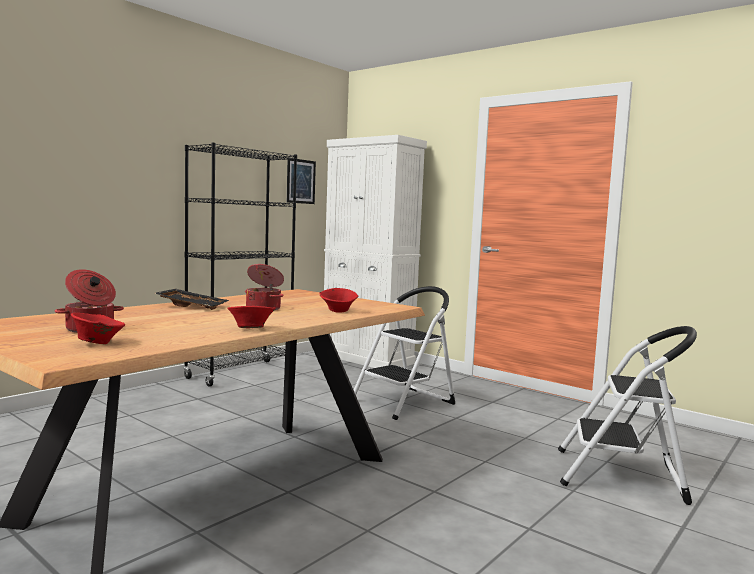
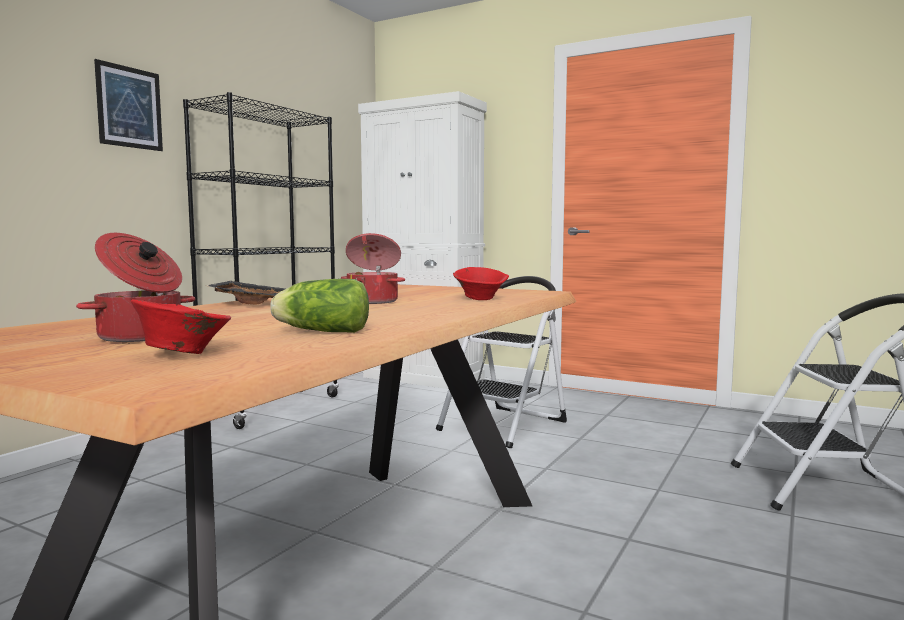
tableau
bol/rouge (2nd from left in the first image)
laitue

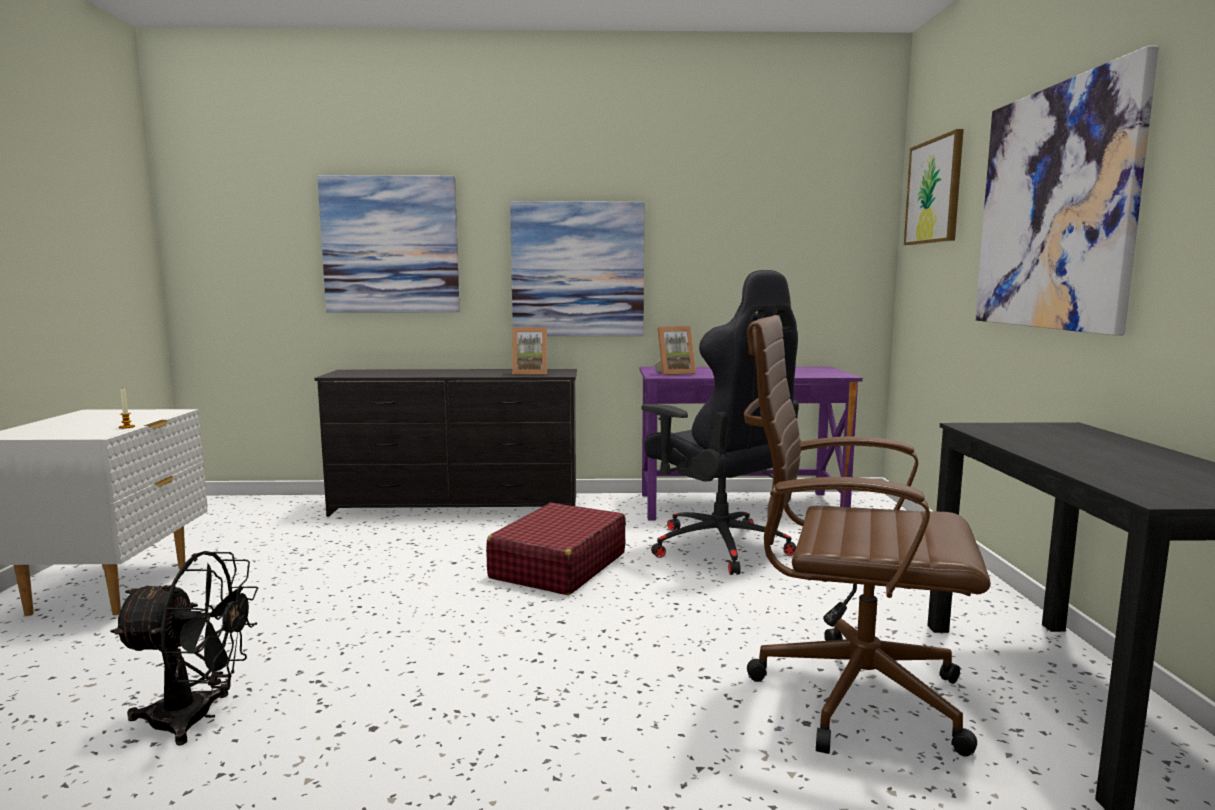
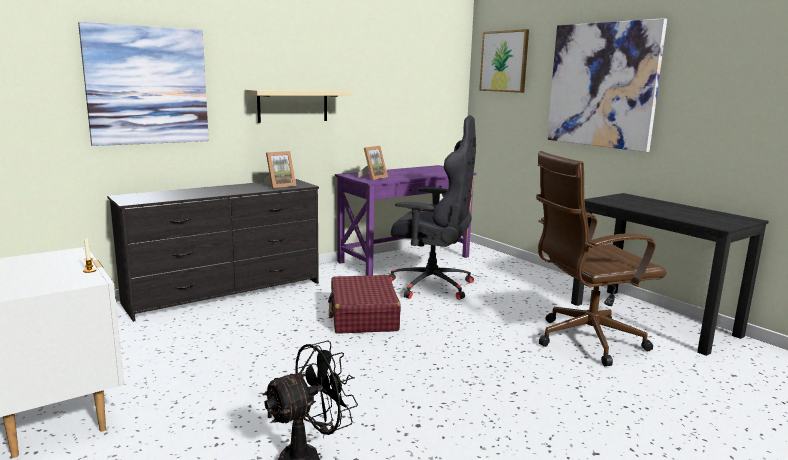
étagère/beige

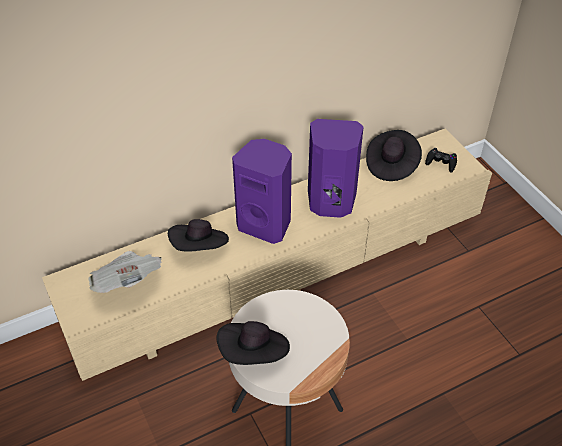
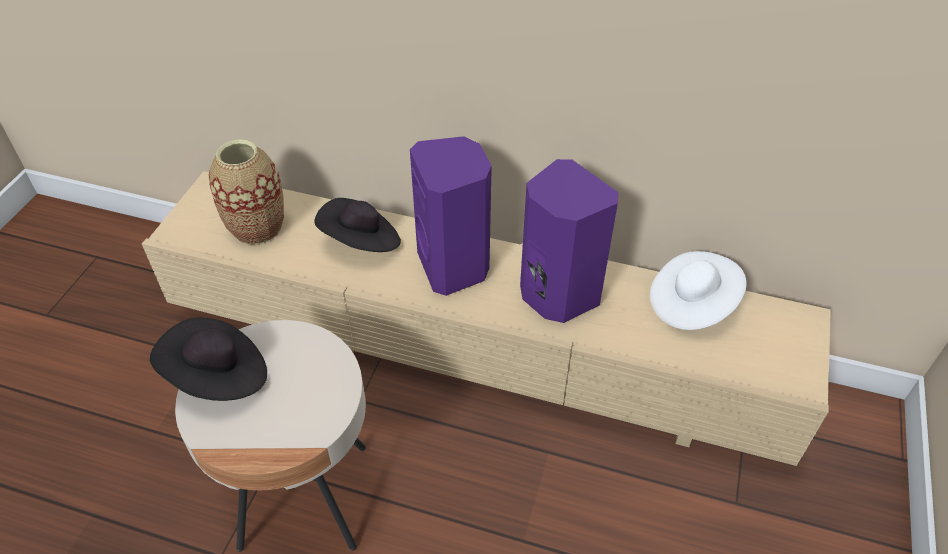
chapeau/blanc
manette/noir
vase

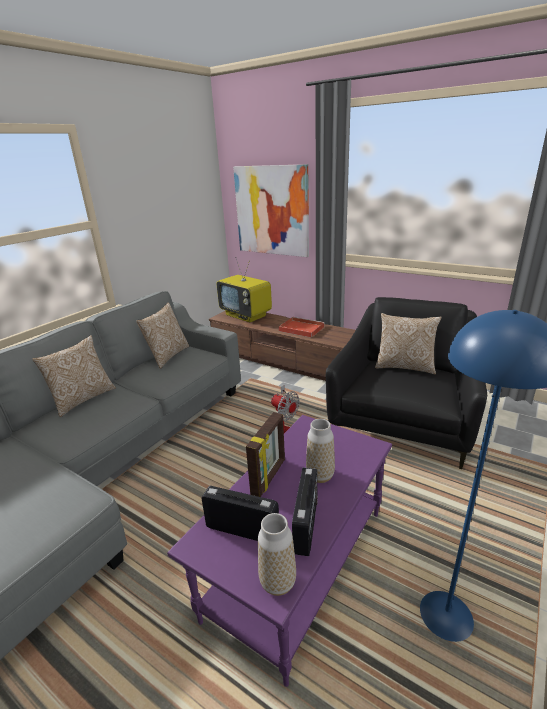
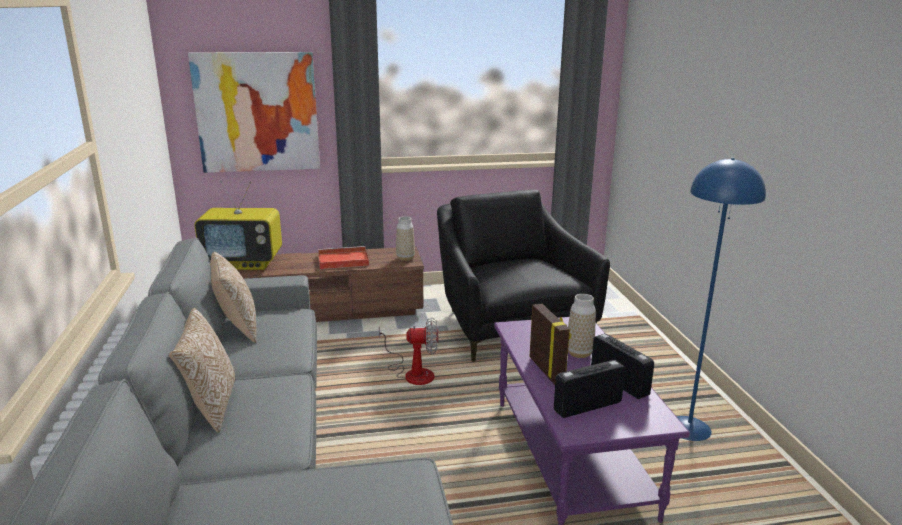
coussin (3rd from left in the first image)
vase (1st from left)

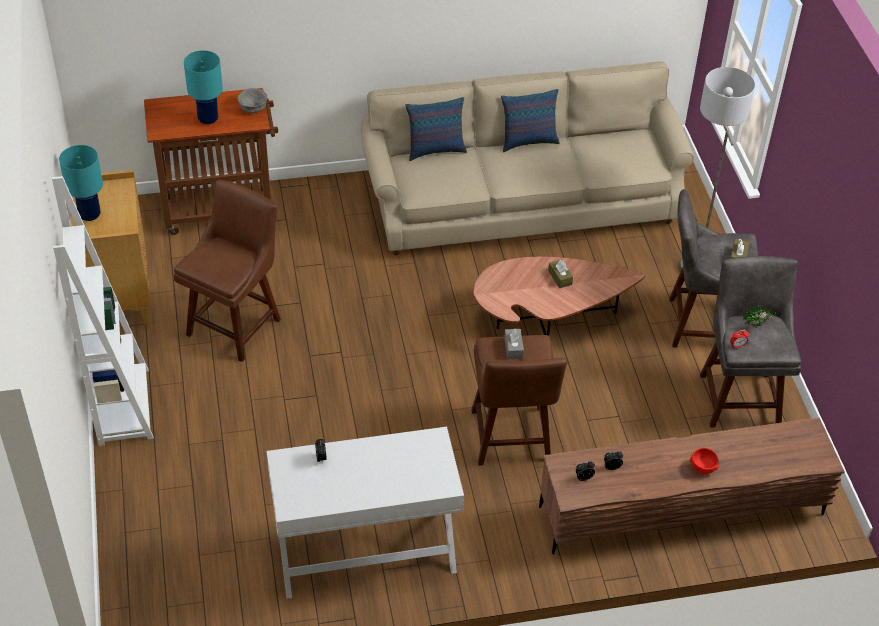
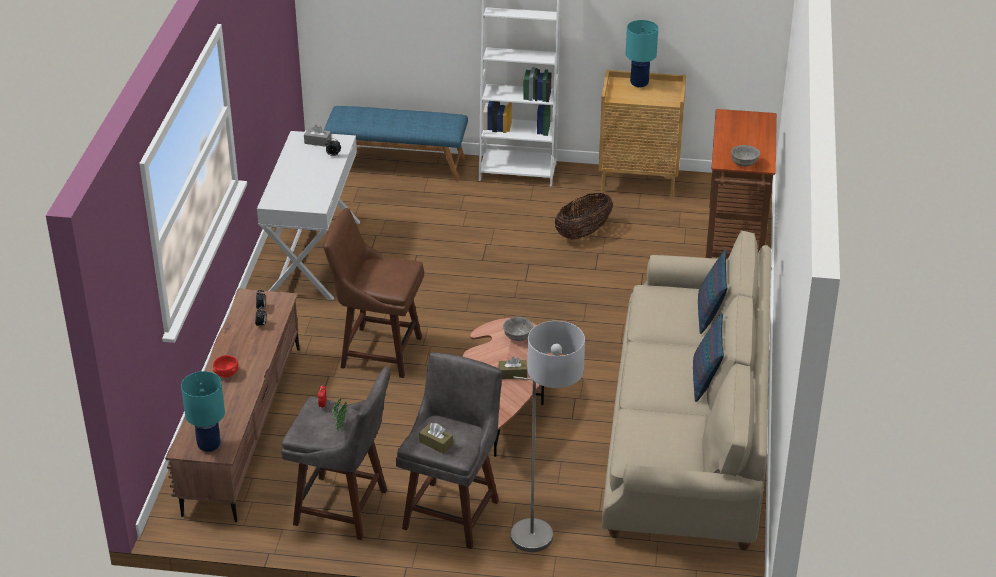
lampe de table/turquoise (1st from left)
panier
boîte à mouchoirs/gris
banc/bleu
bol/gris (1st from left)

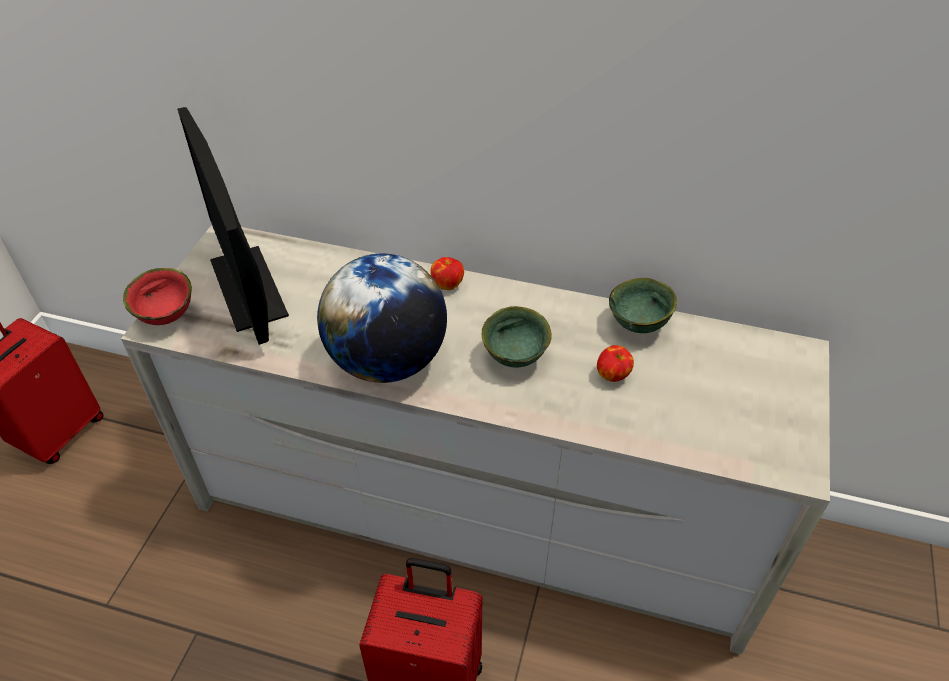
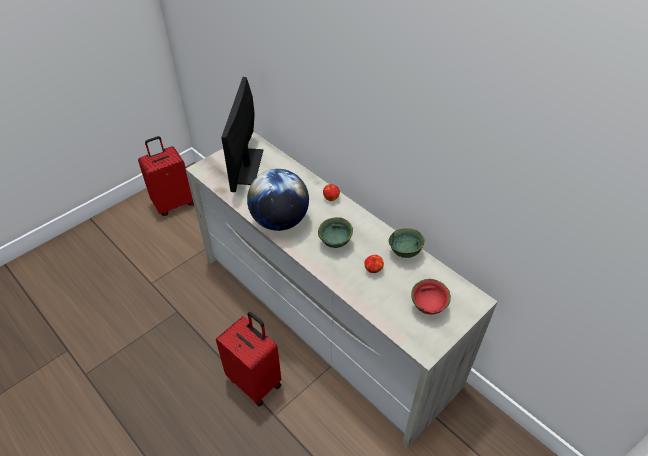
bol/rouge

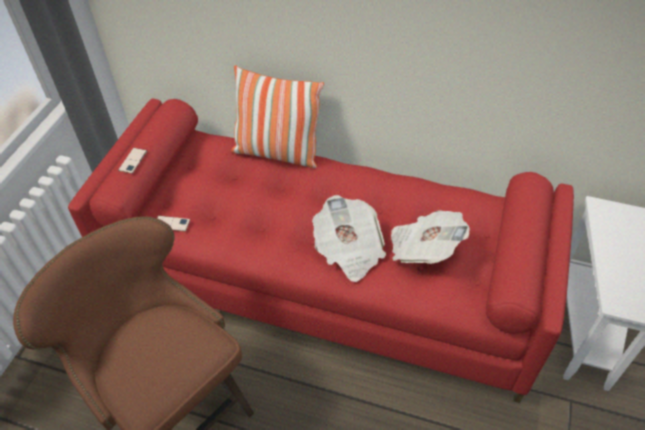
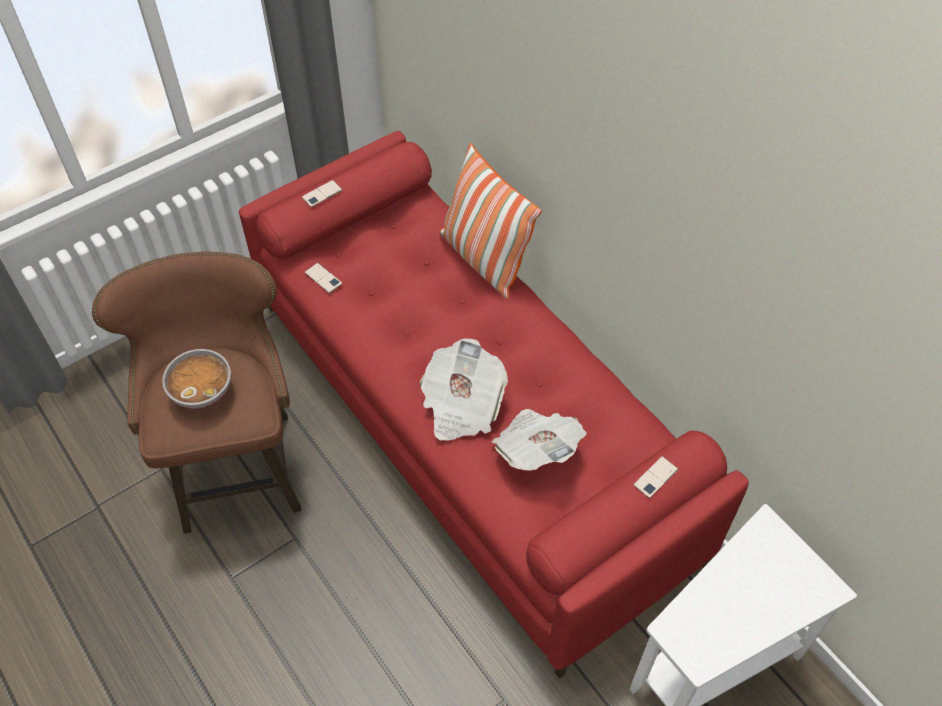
bol
téléphone (3rd from left)

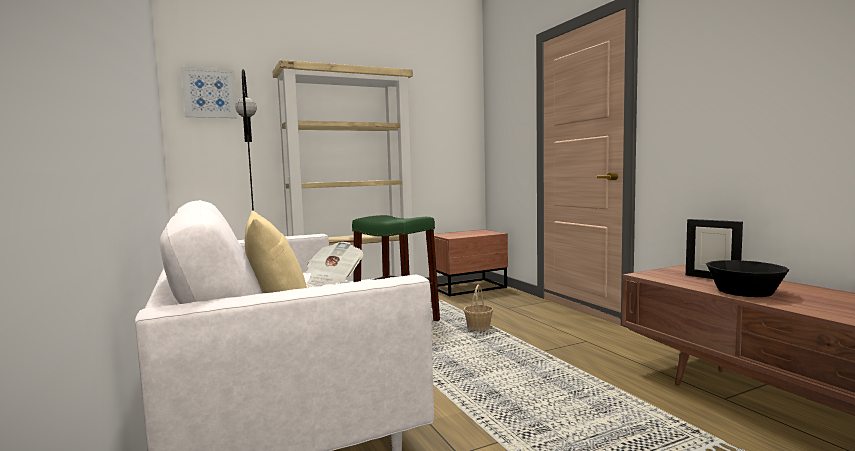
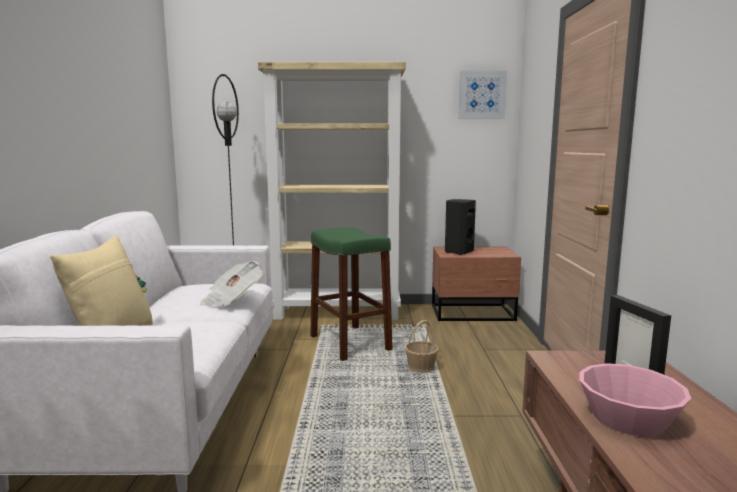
tableau
bol/rose
enceinte/noir

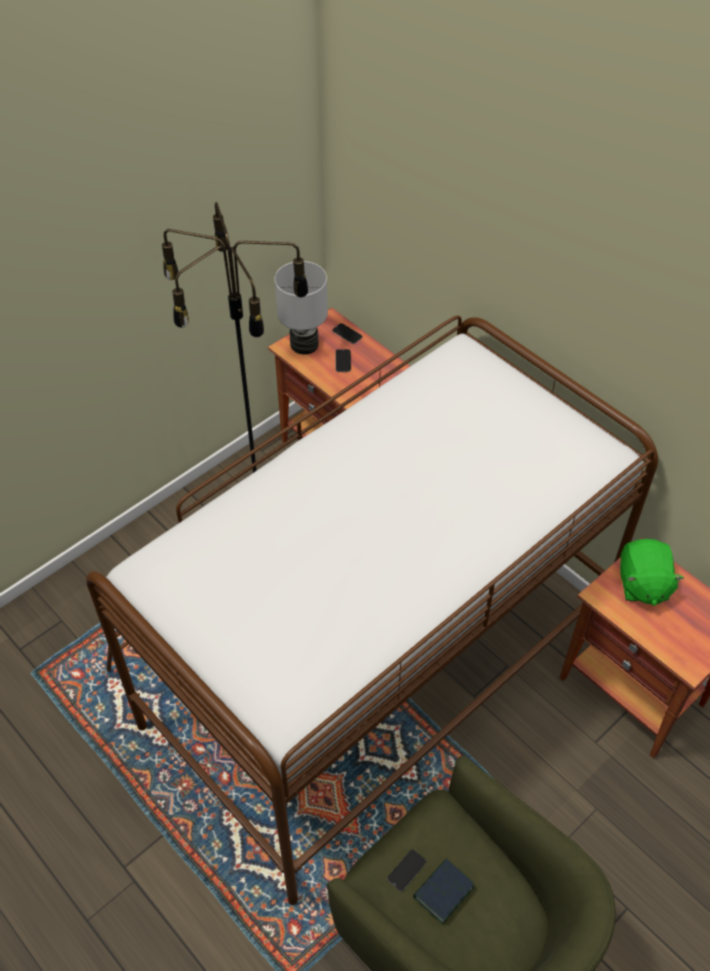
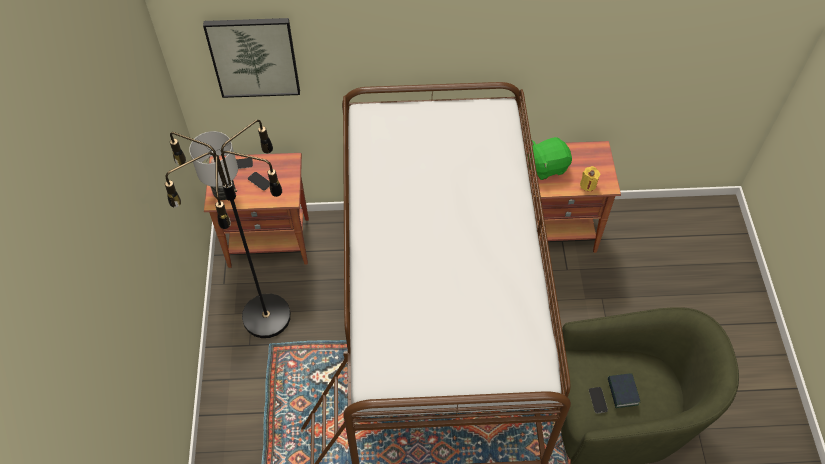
peluche/vert
tableau
bougie/jaune

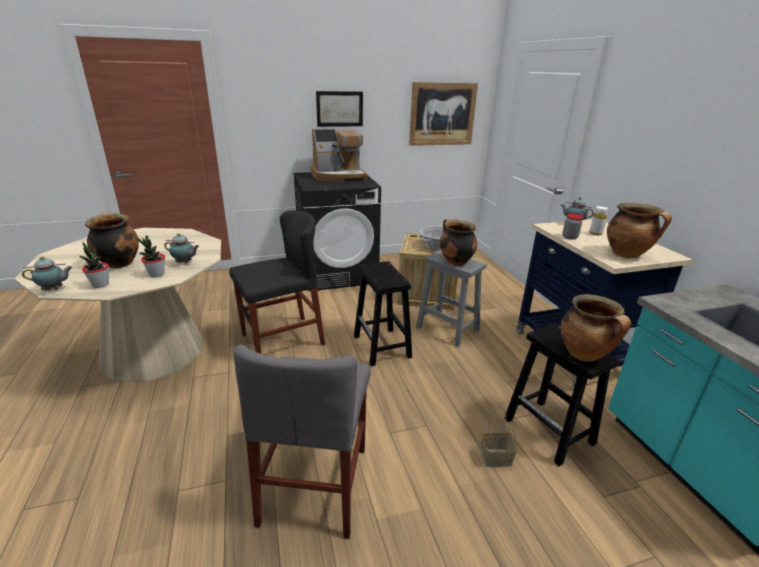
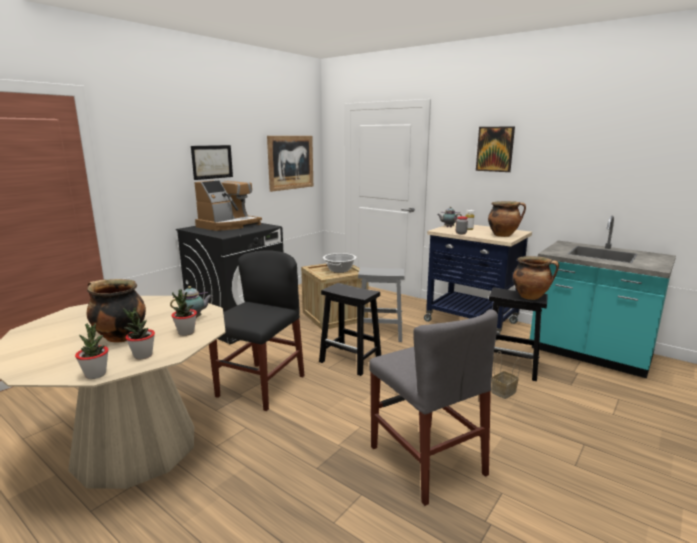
marmite (3rd from left in the first image)
plante en pot (1st from left)
tableau (3rd from left)

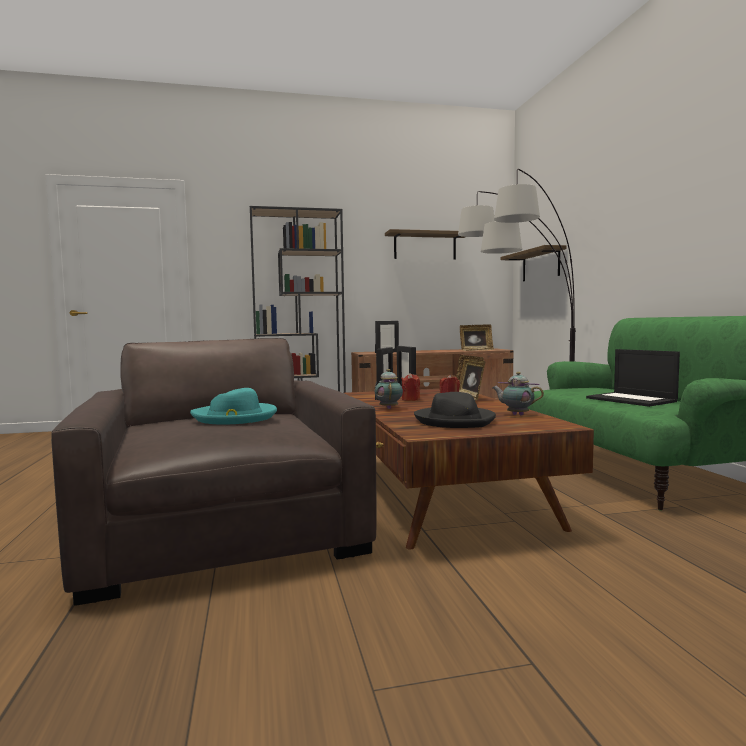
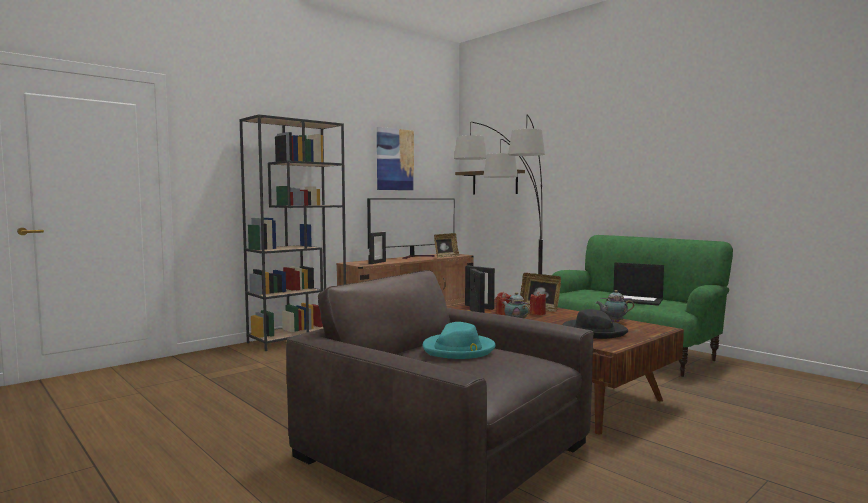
tableau
téléviseur

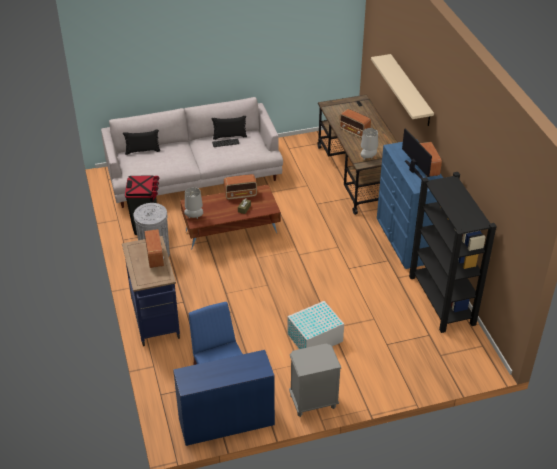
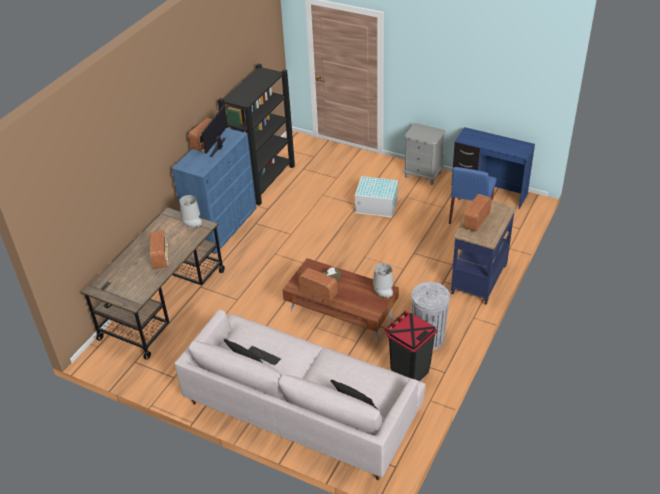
étagère/beige

